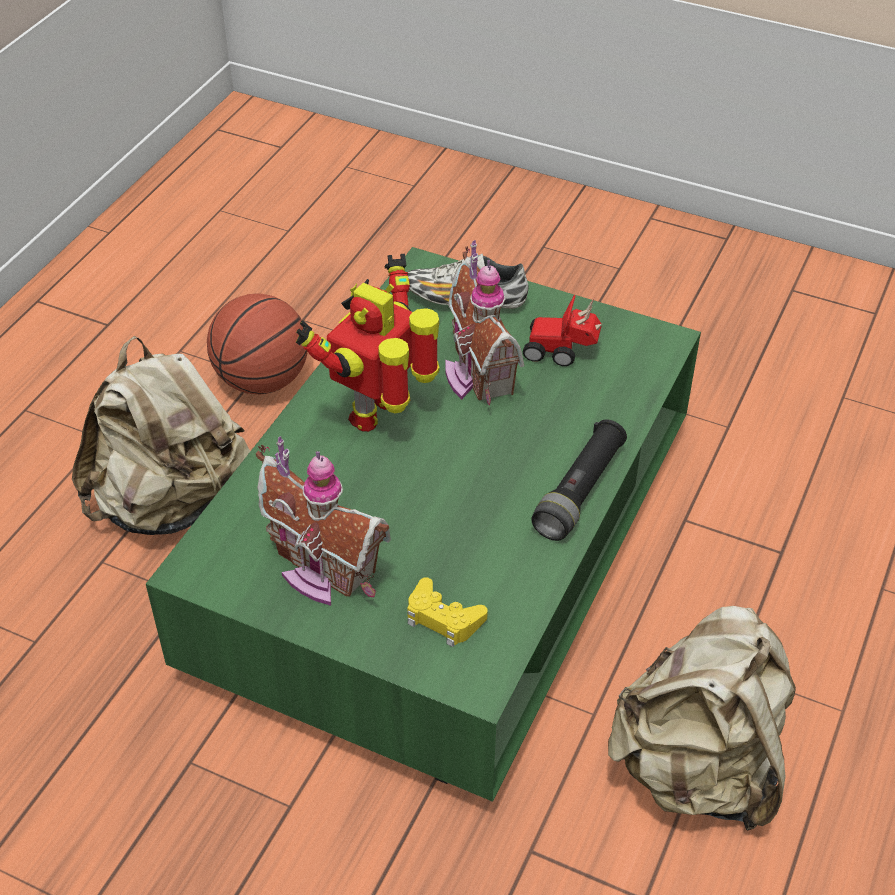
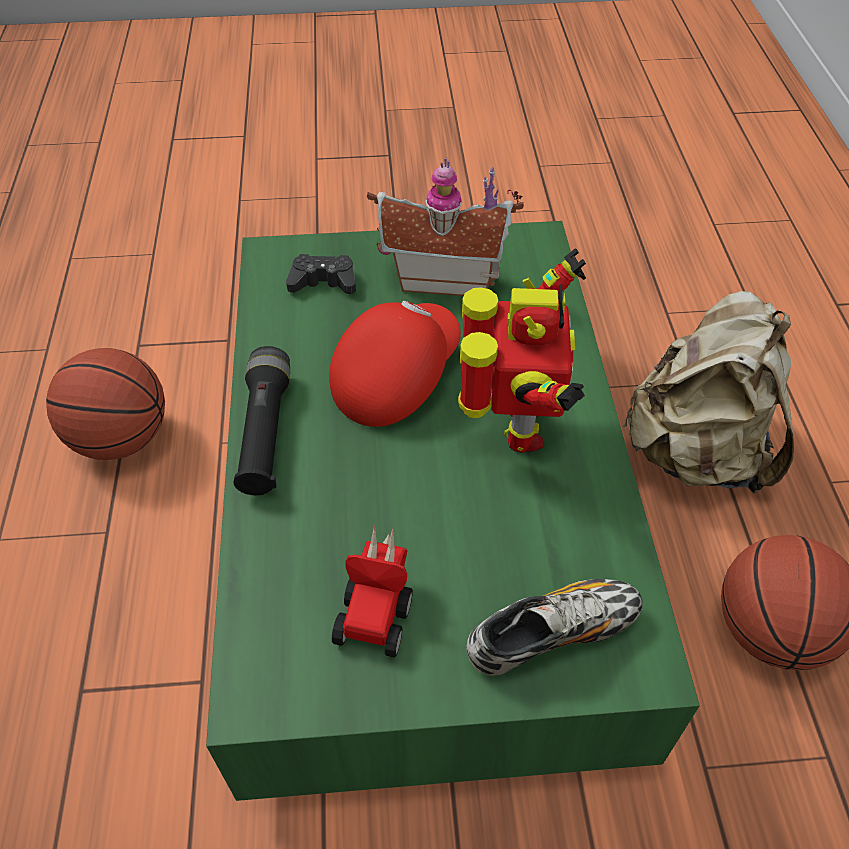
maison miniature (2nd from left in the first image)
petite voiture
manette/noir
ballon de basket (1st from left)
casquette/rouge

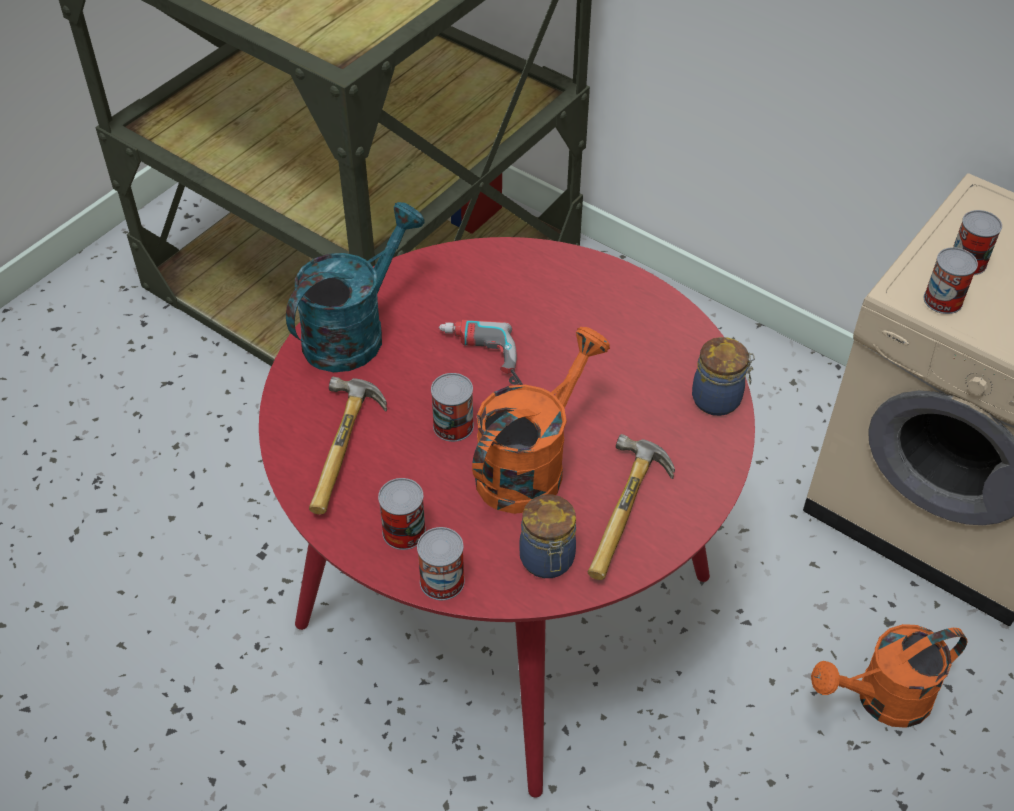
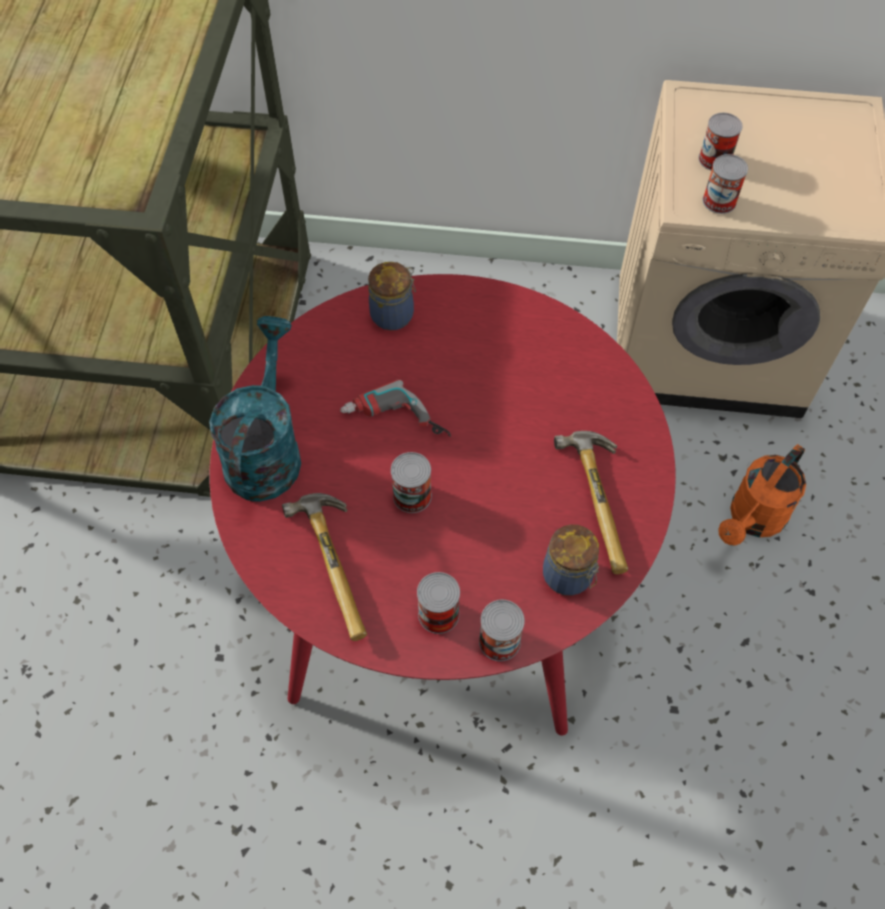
arrosoir/orange (1st from left in the first image)
bocal (1st from left)

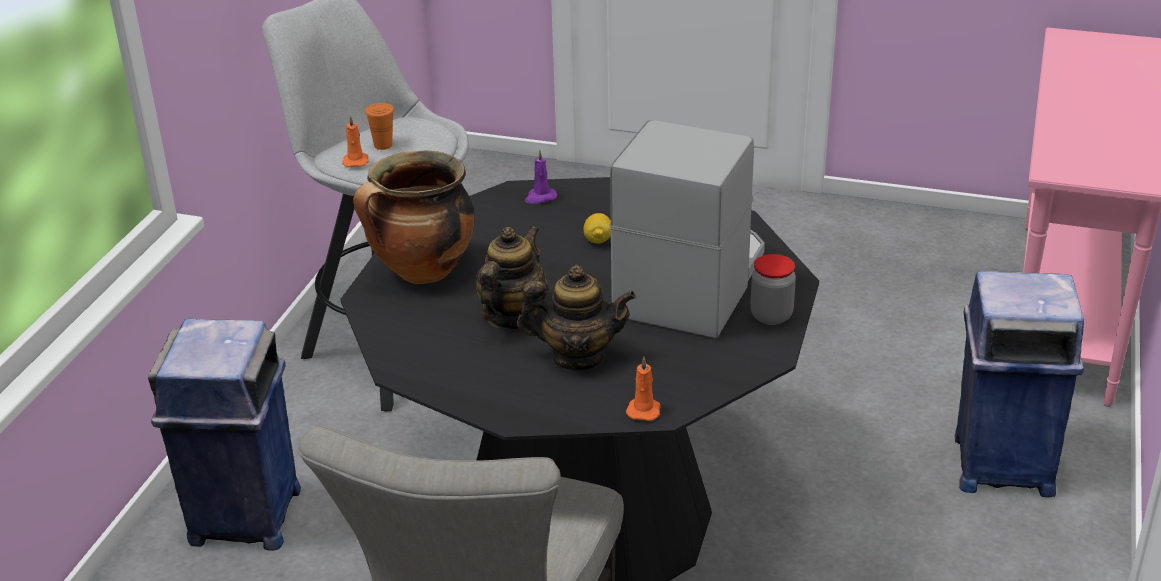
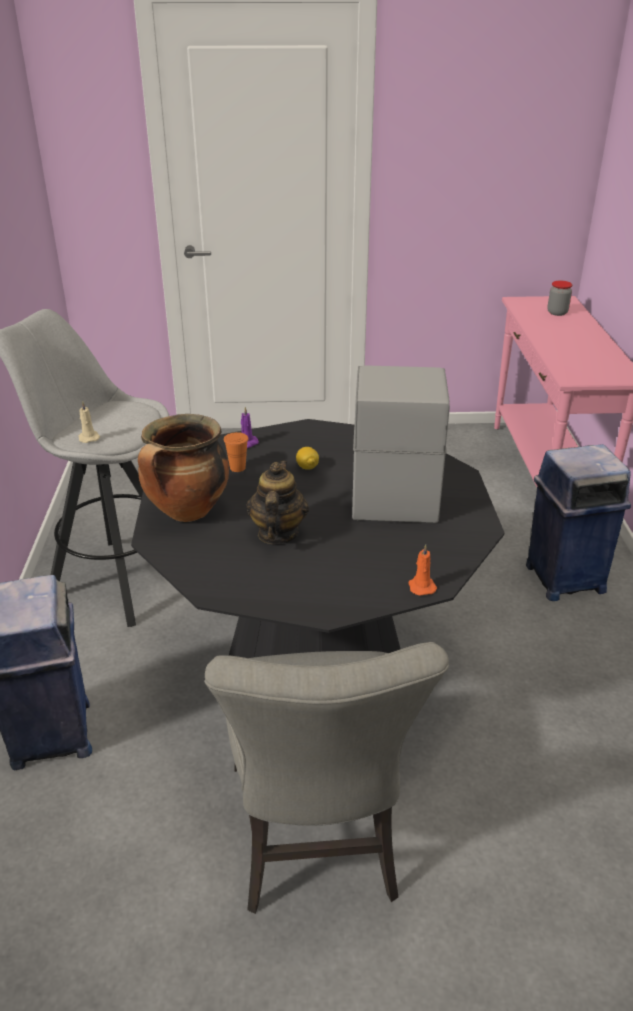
tasse/orange
bougie/beige
bocal
théière (2nd from left in the first image)

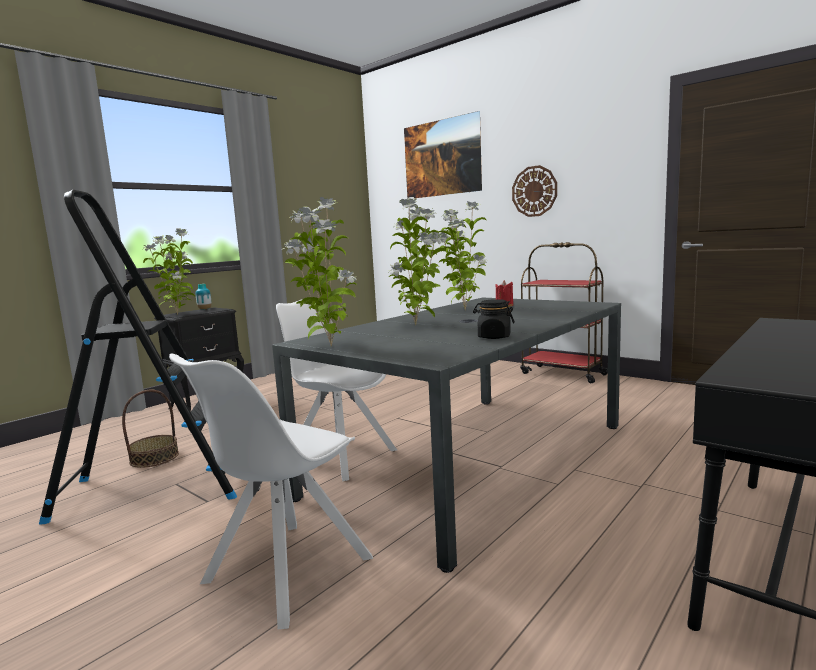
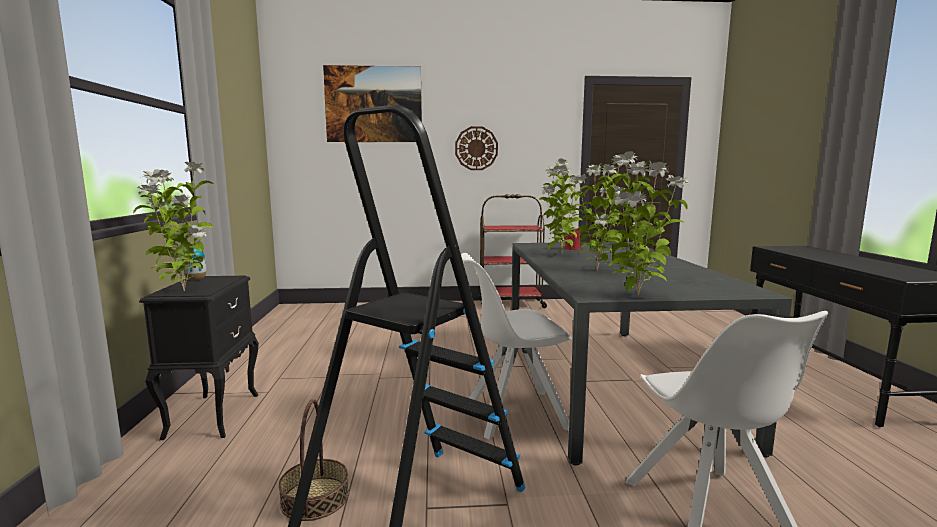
bocal/noir

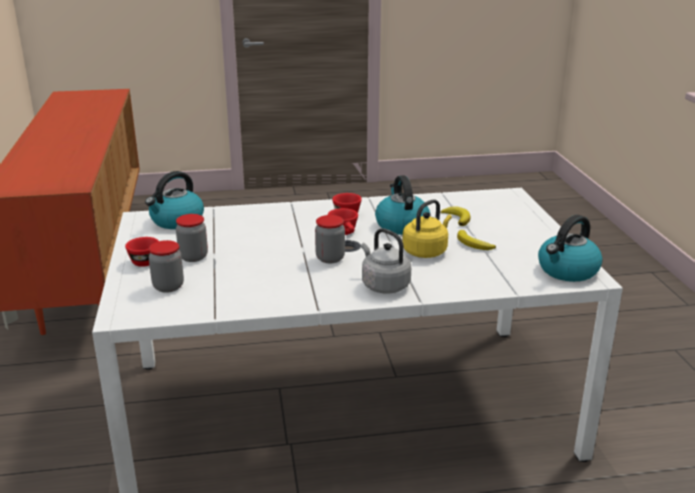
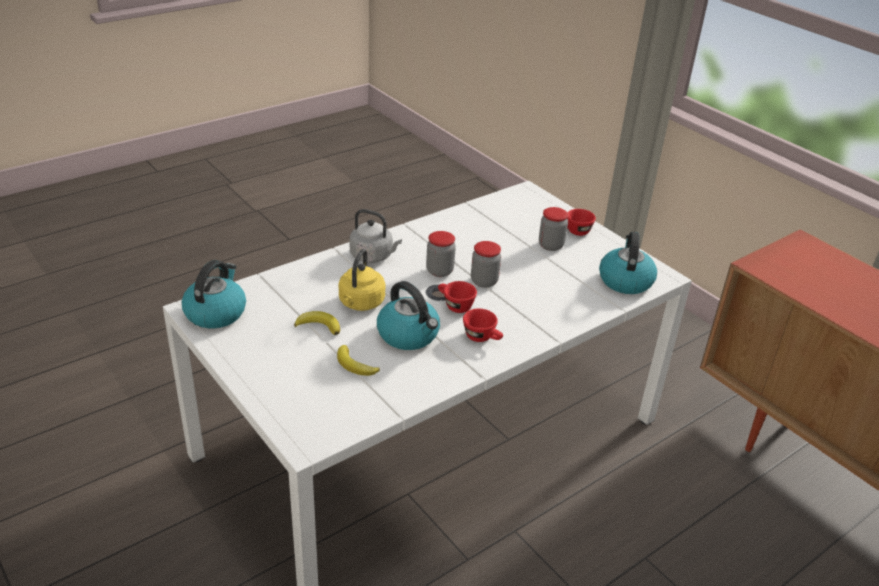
bocal (2nd from left)

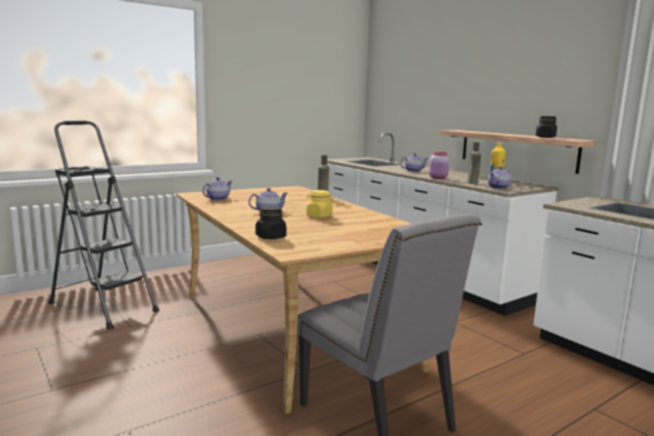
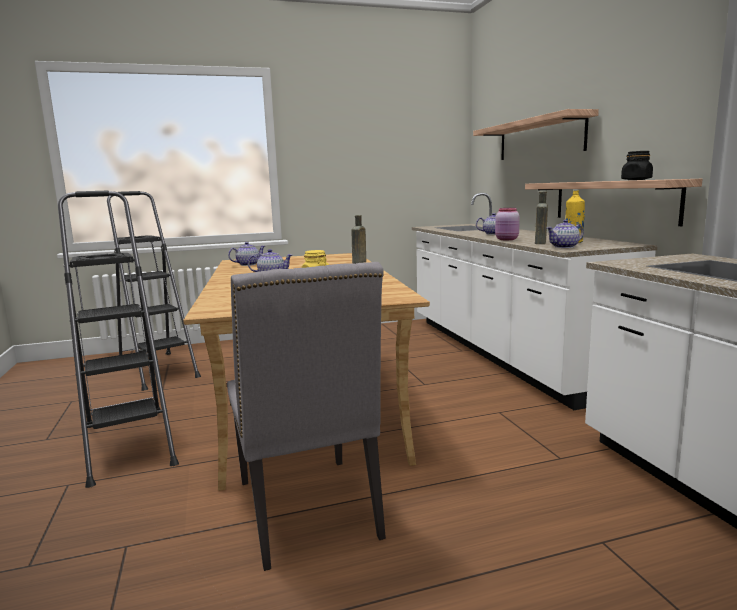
bocal/noir (1st from left in the first image)
étagère (1st from left)
escabeau (1st from left)

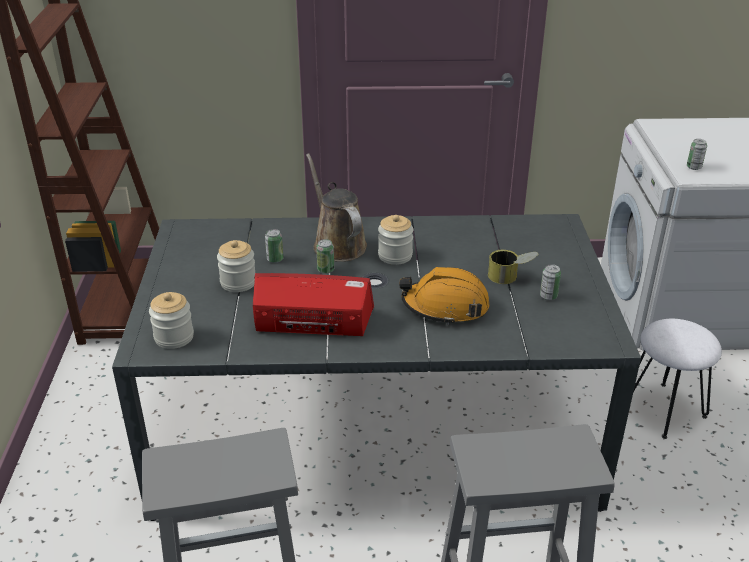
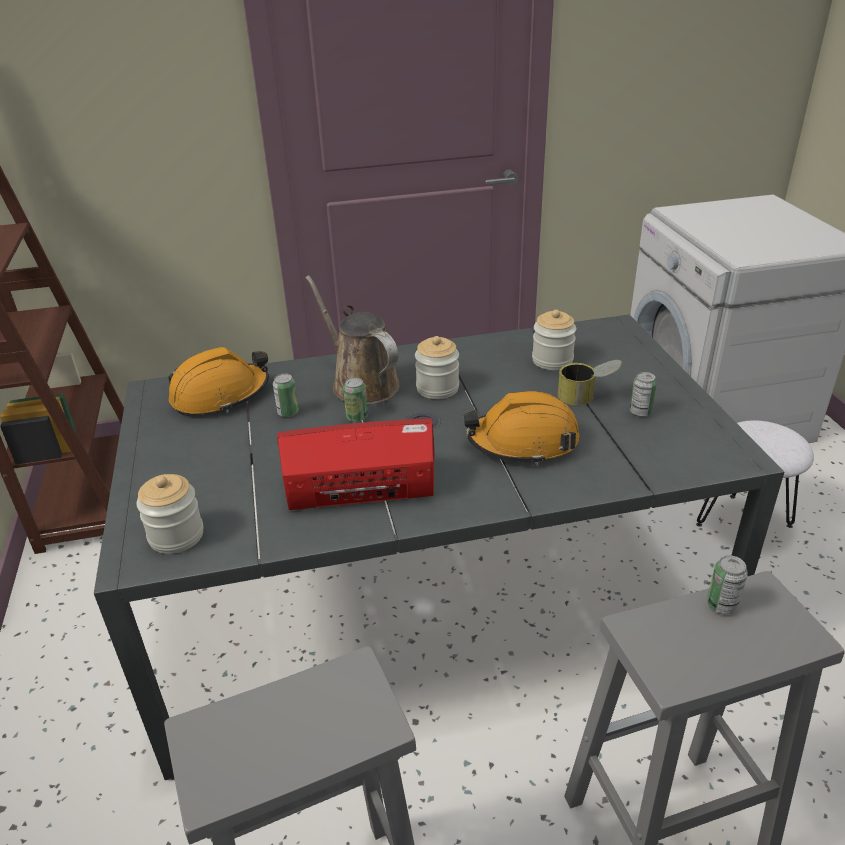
boîte métallique (5th from left)
bocal (3rd from left)
casque de chantier/orange (1st from left)

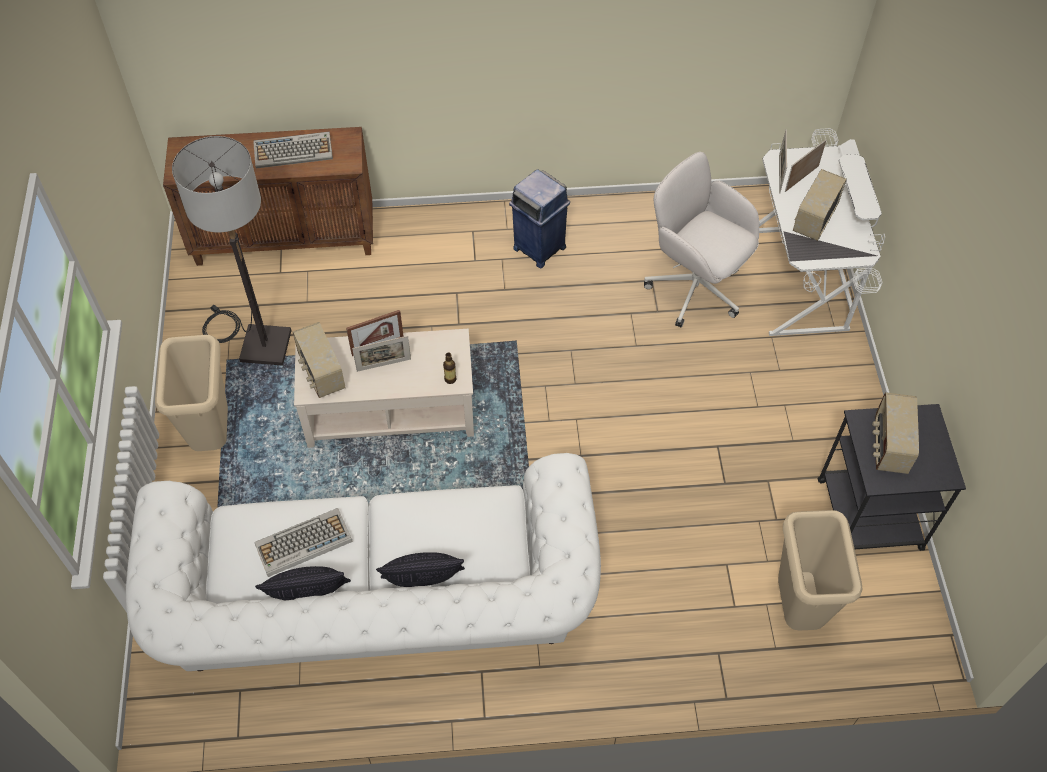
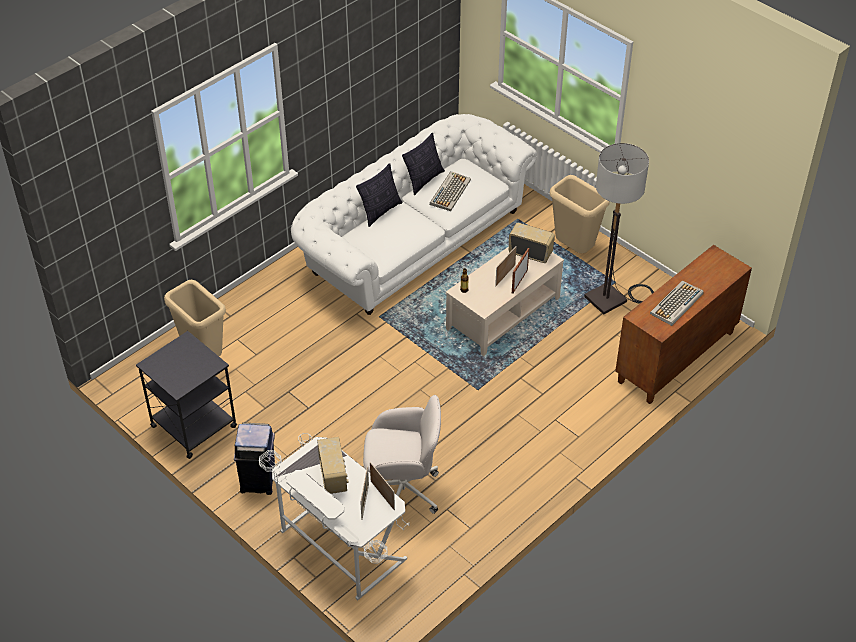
poubelle/bleu
radio (3rd from left in the first image)

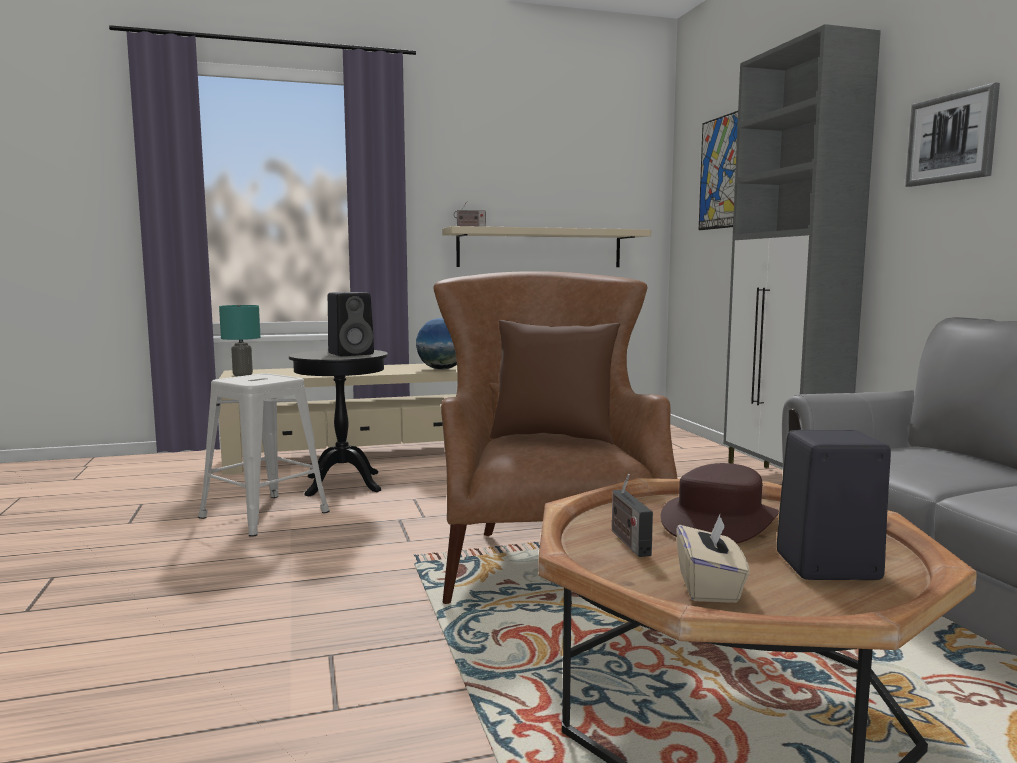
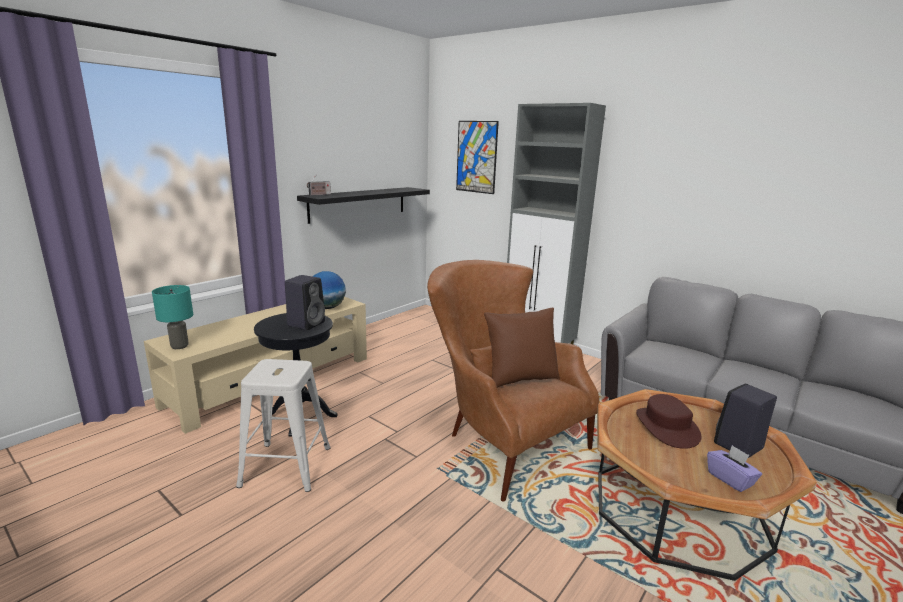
tableau (2nd from left in the first image)
étagère/noir
radio (2nd from left in the first image)
boîte à mouchoirs/violet

